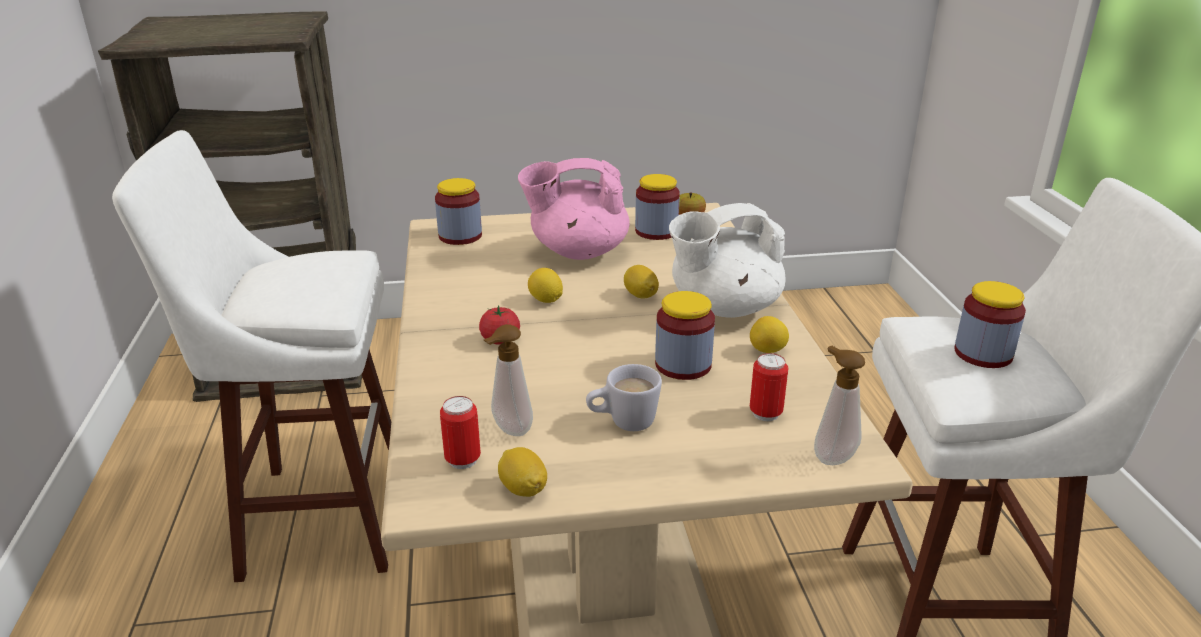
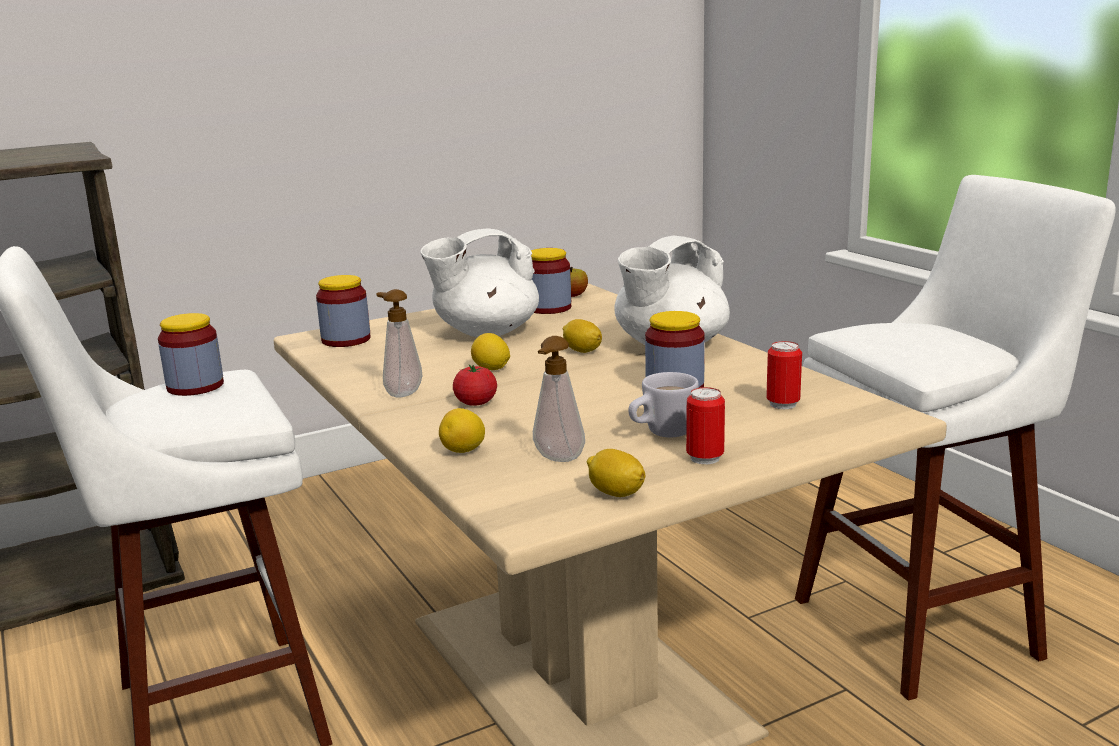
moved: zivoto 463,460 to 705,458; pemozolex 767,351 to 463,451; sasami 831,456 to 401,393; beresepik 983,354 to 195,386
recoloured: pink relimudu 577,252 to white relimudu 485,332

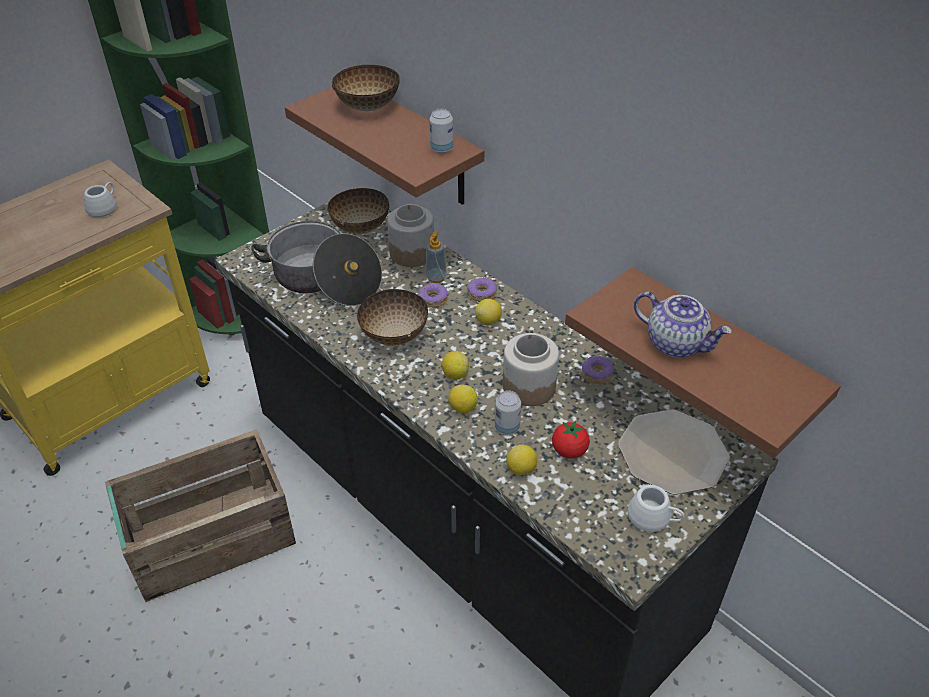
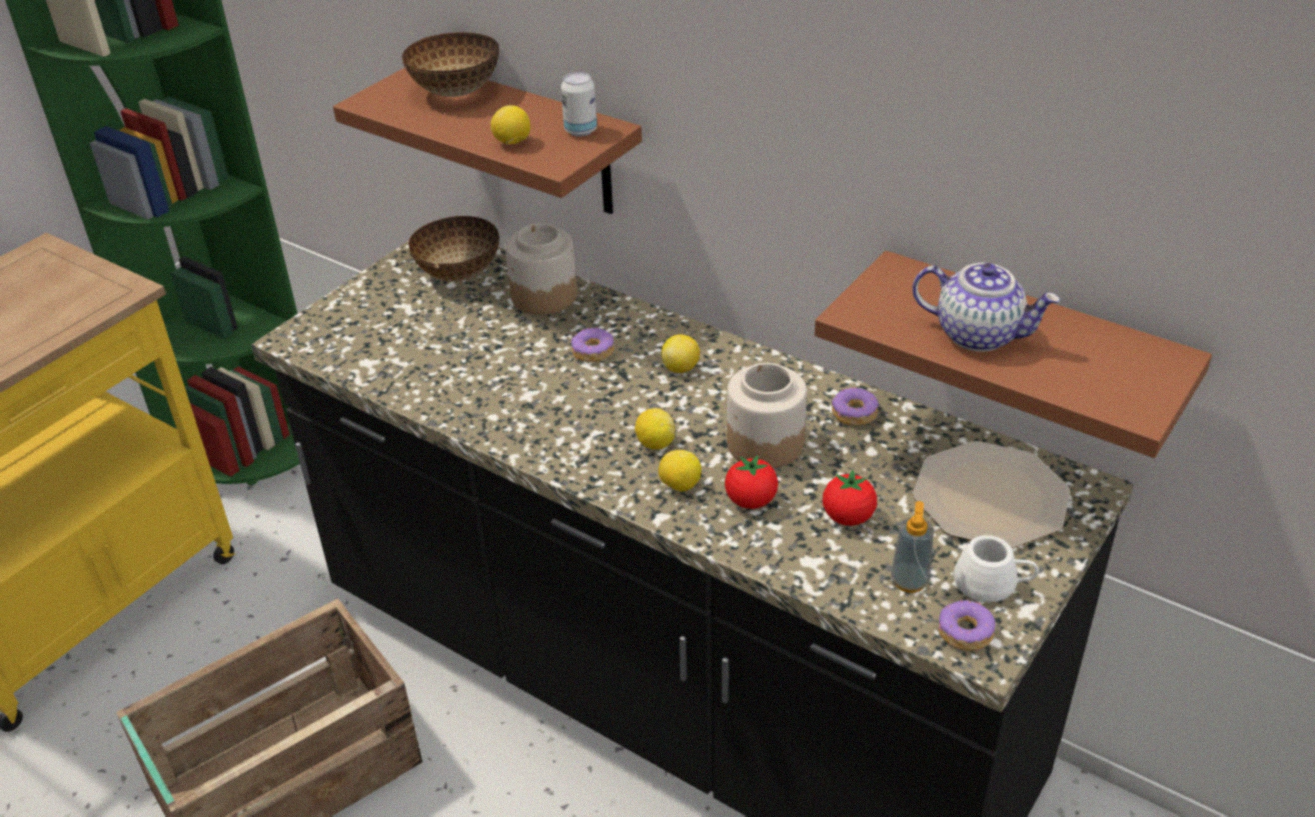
removed: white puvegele 104,207; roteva 324,280; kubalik 393,335
moved: sasami 436,277 to 909,581; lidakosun 481,294 to 964,633; pemozolex 521,470 to 512,143
replaced: zivoto 507,427 to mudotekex 751,501

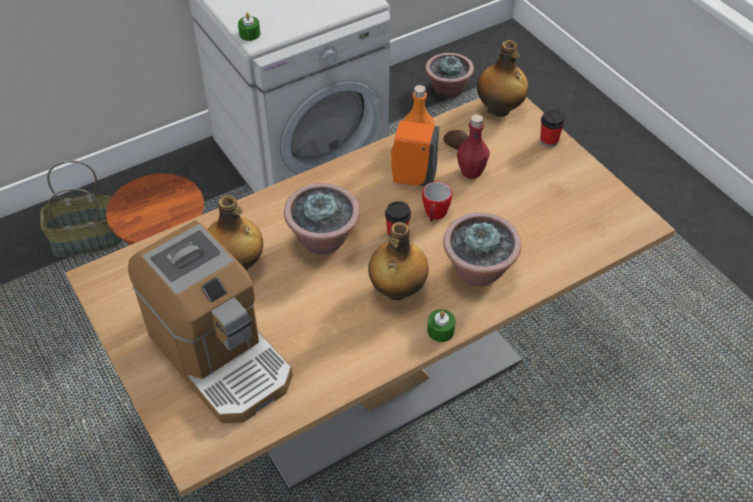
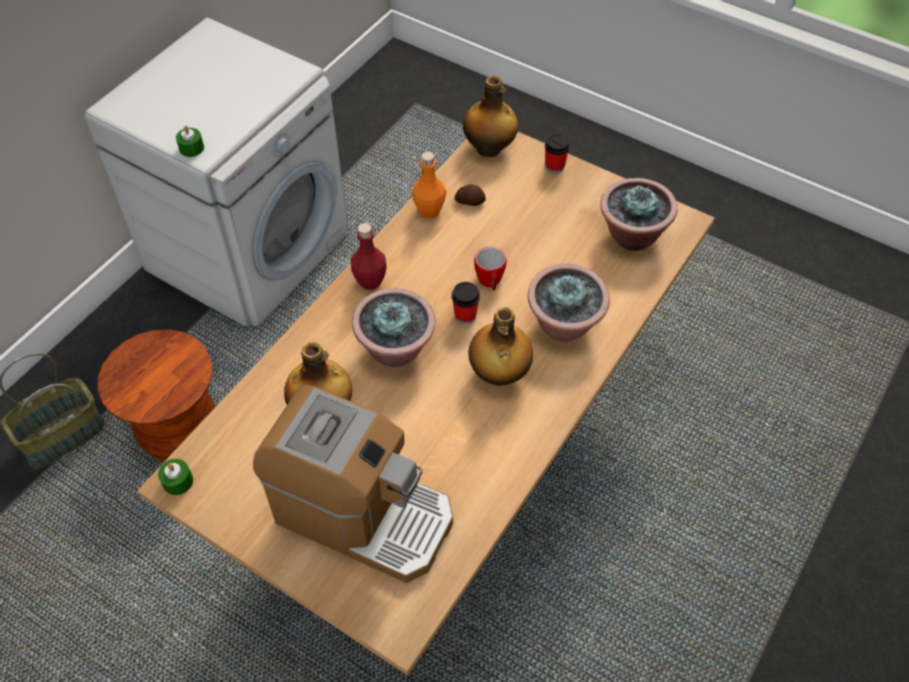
removed: orange sasami 412,178
moved: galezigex 447,90 to 632,236; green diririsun 440,331 to 178,481; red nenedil 471,172 to 370,281

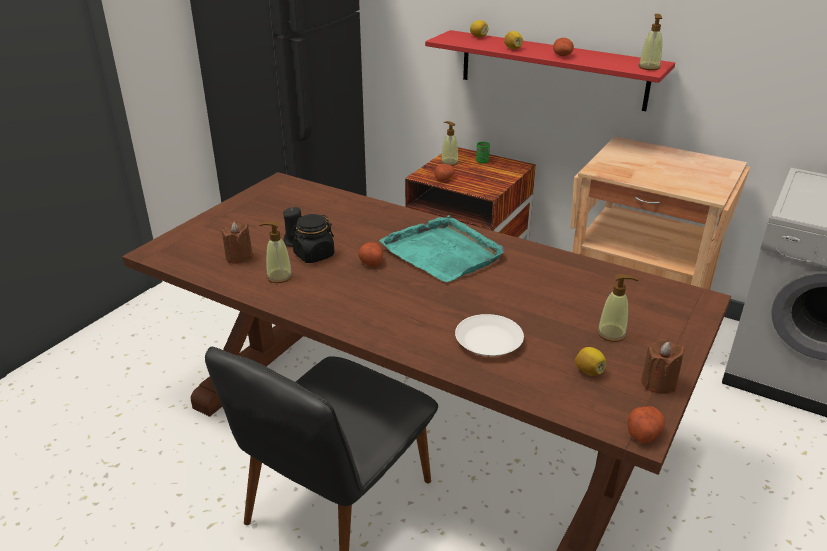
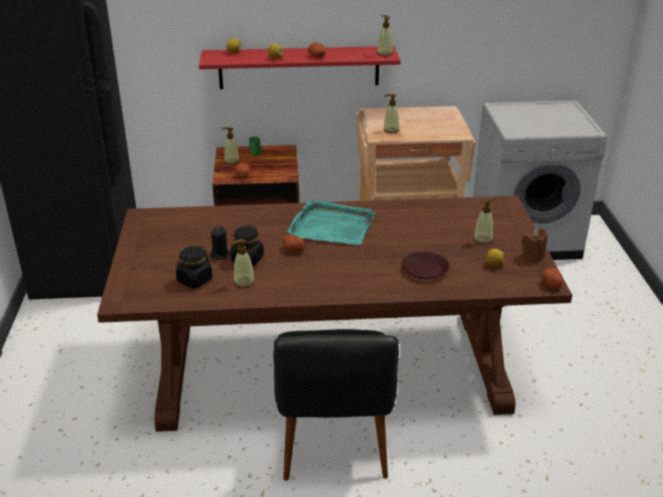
added: sasami 391,130
replaced: brown diririsun 239,257 to black beresepik 194,280
recoloured: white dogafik 489,341 to brown dogafik 425,269

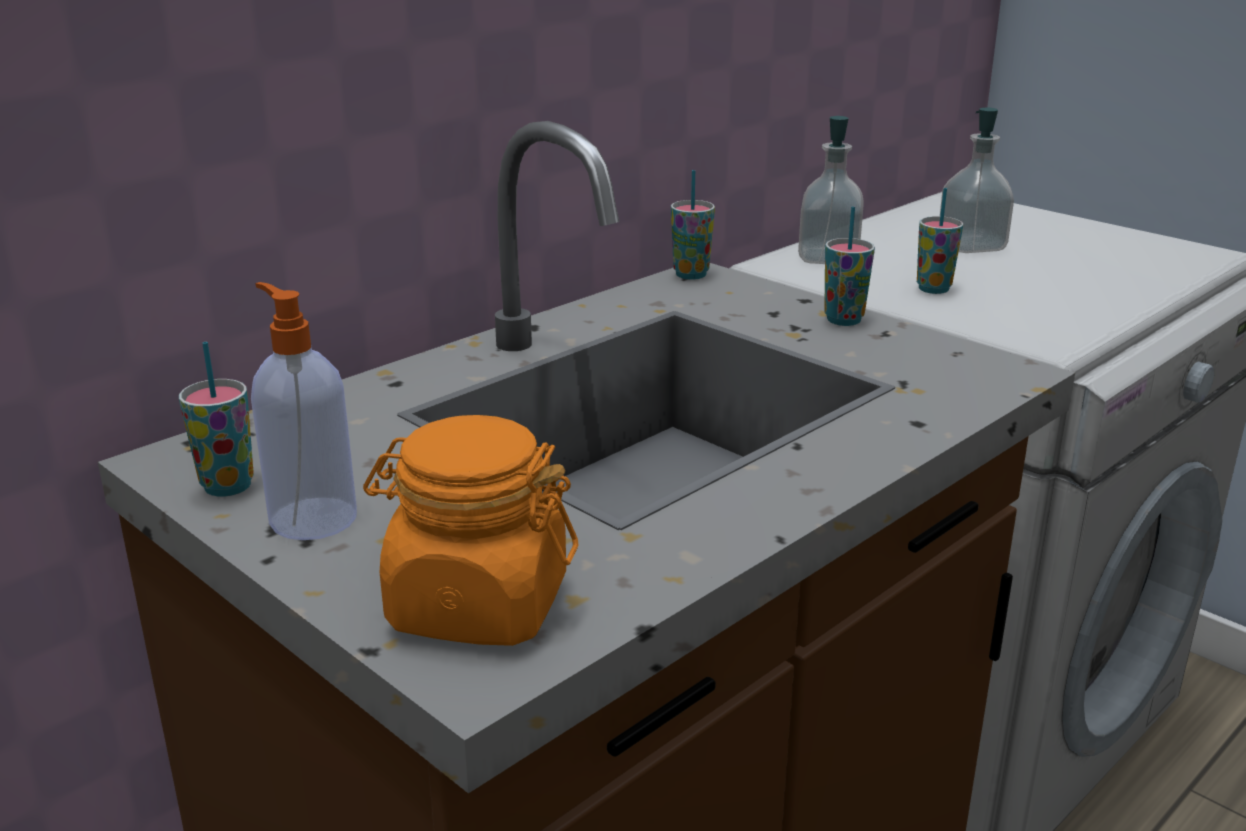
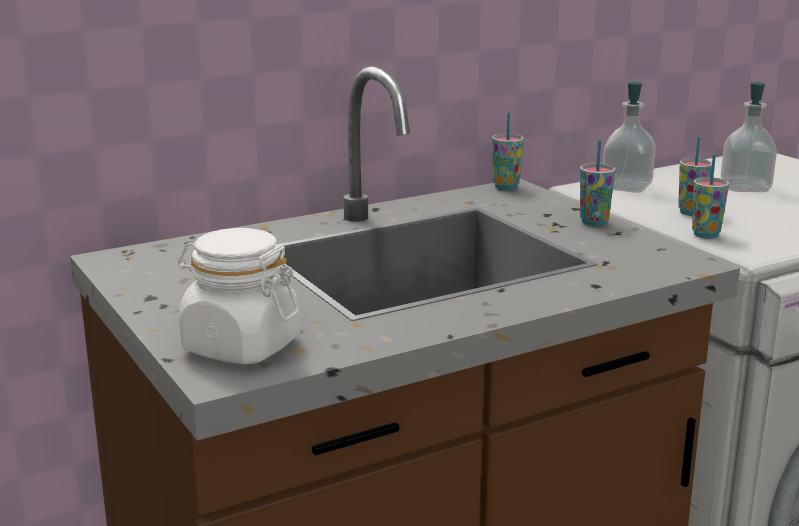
removed: sasami 311,518
moved: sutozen 227,486 to 705,235
recoloured: orange beresepik 477,606 to white beresepik 240,346

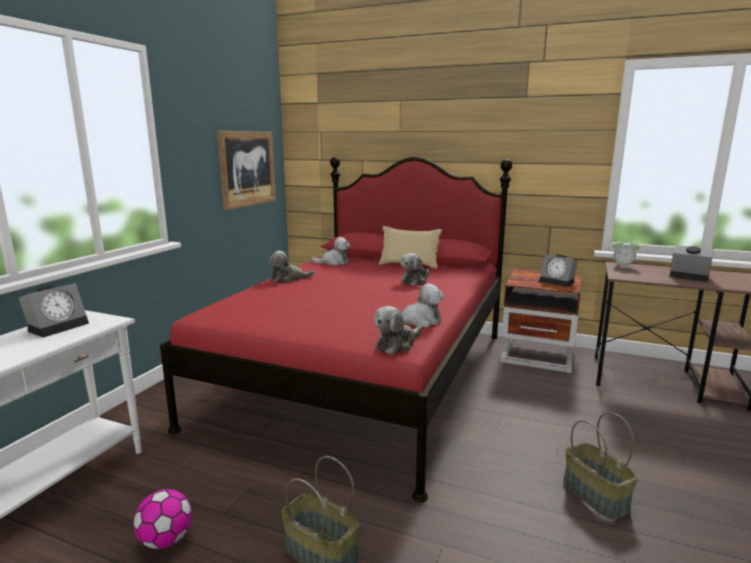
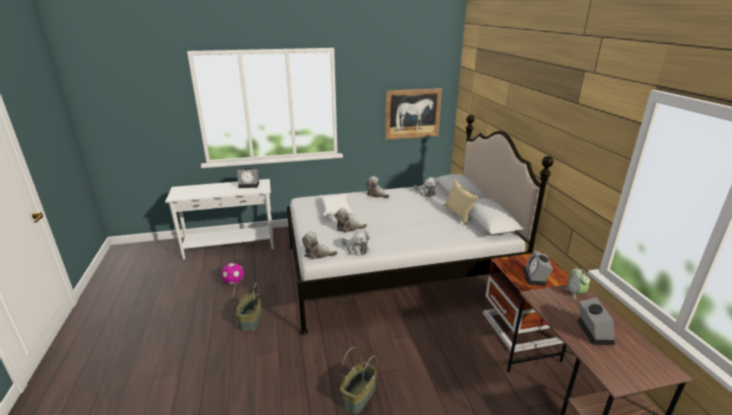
added: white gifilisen 335,208
moved: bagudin 415,281 to 348,228
recoloured: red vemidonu 366,375 to white vemidonu 396,271

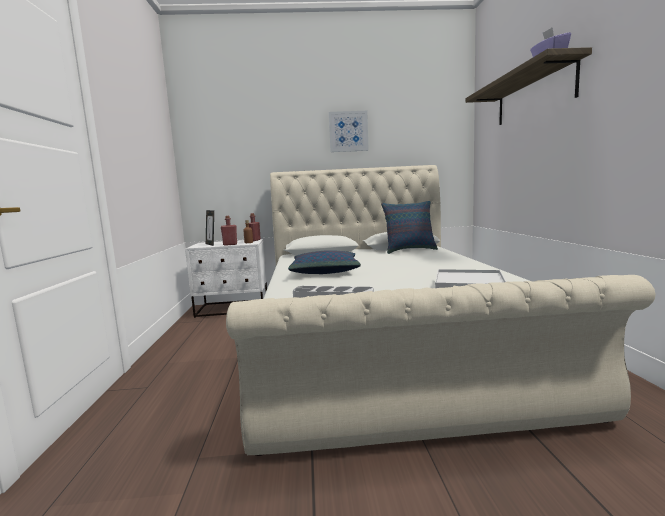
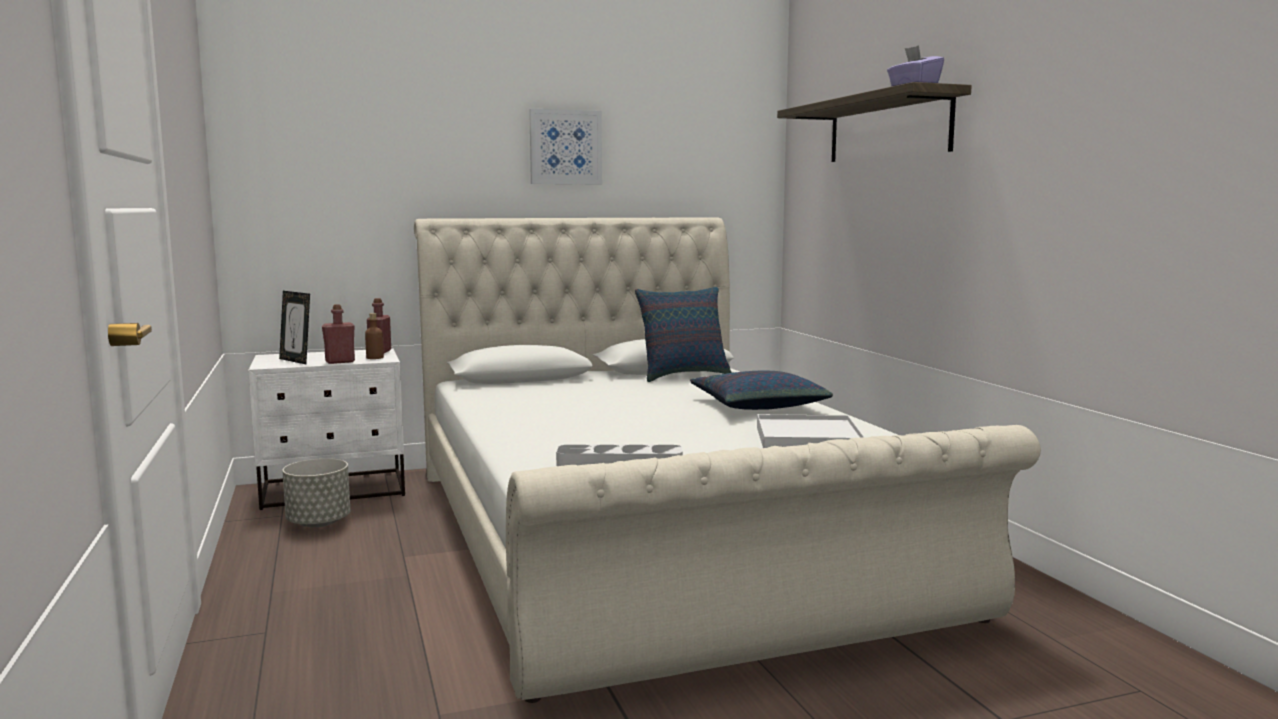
added: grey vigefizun 319,523
moved: blue gifilisen 325,271 to 758,405

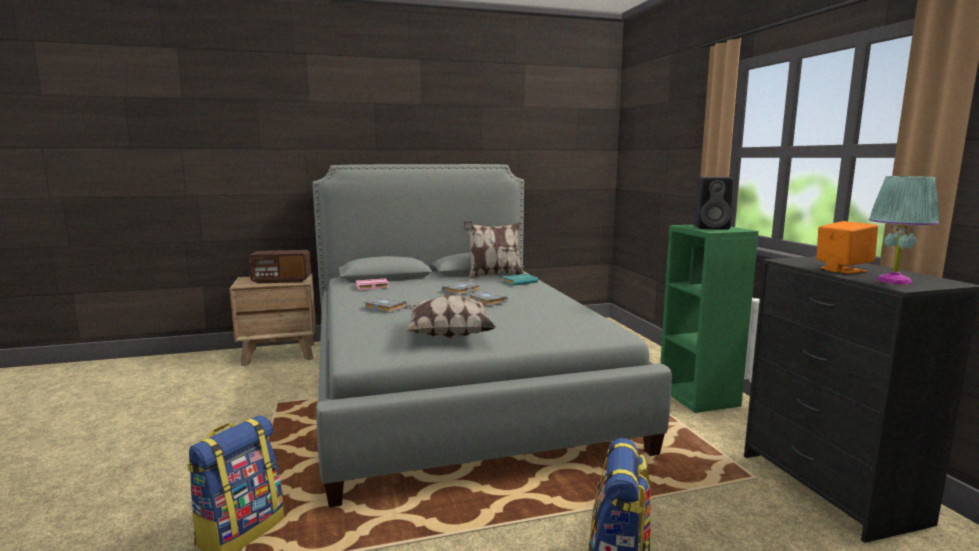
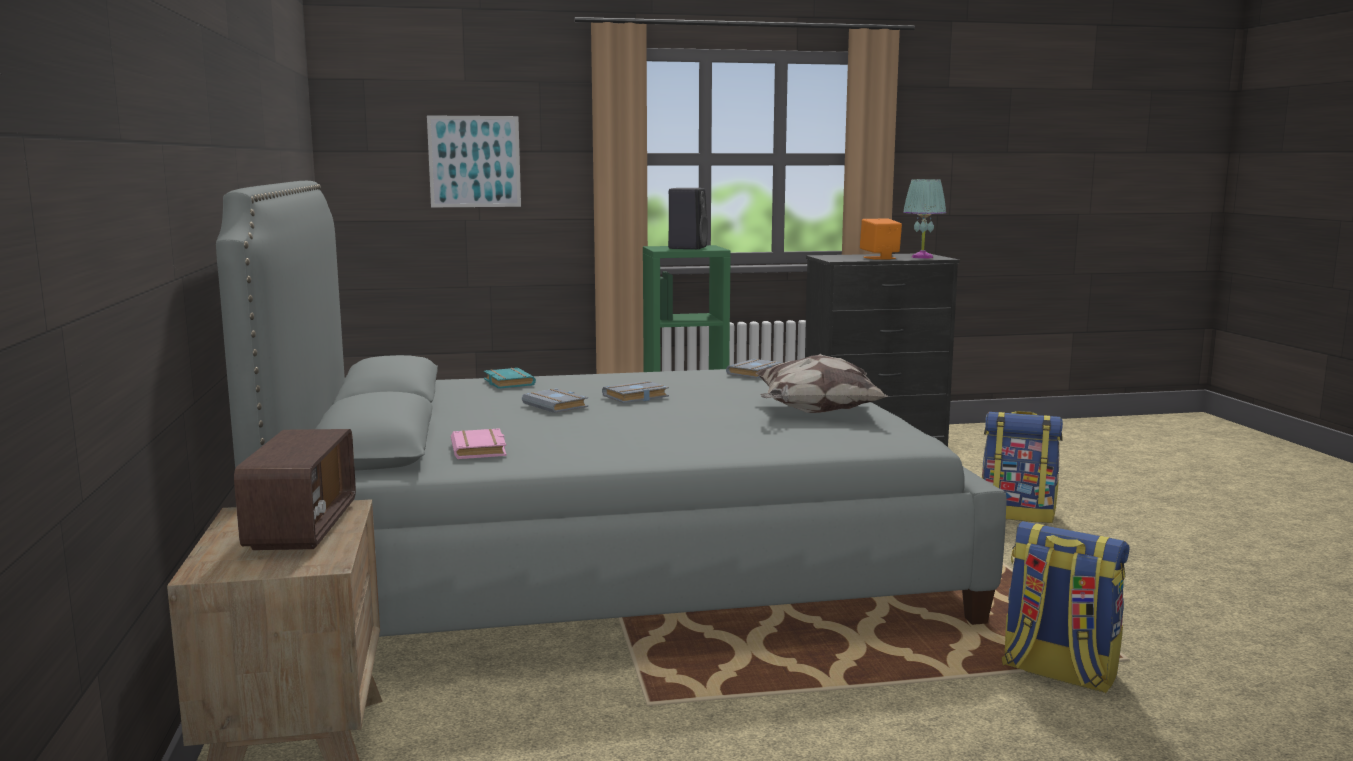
removed: gifilisen 494,276
added: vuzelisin 474,161
moved: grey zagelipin 383,308 to 755,373

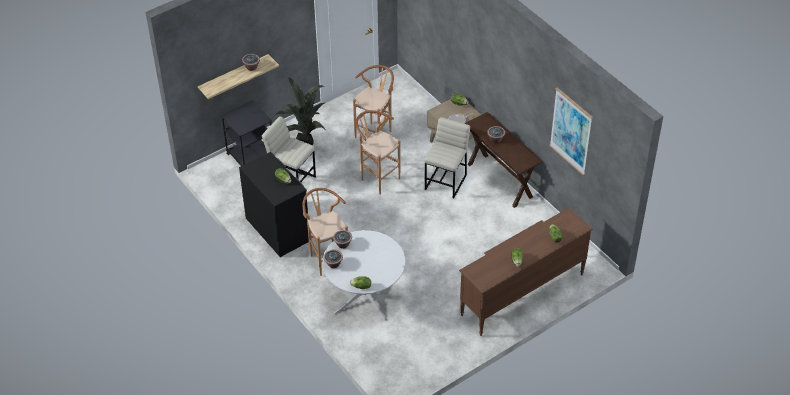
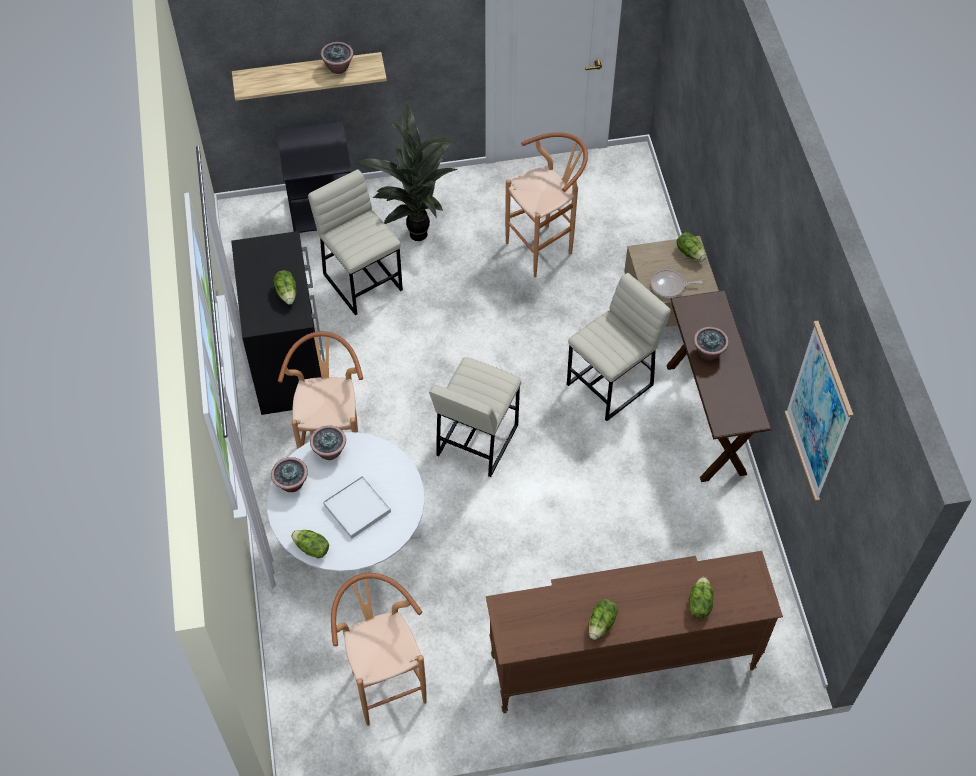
added: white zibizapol 357,508; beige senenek 476,442
moved: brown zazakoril 377,178 to 384,681

